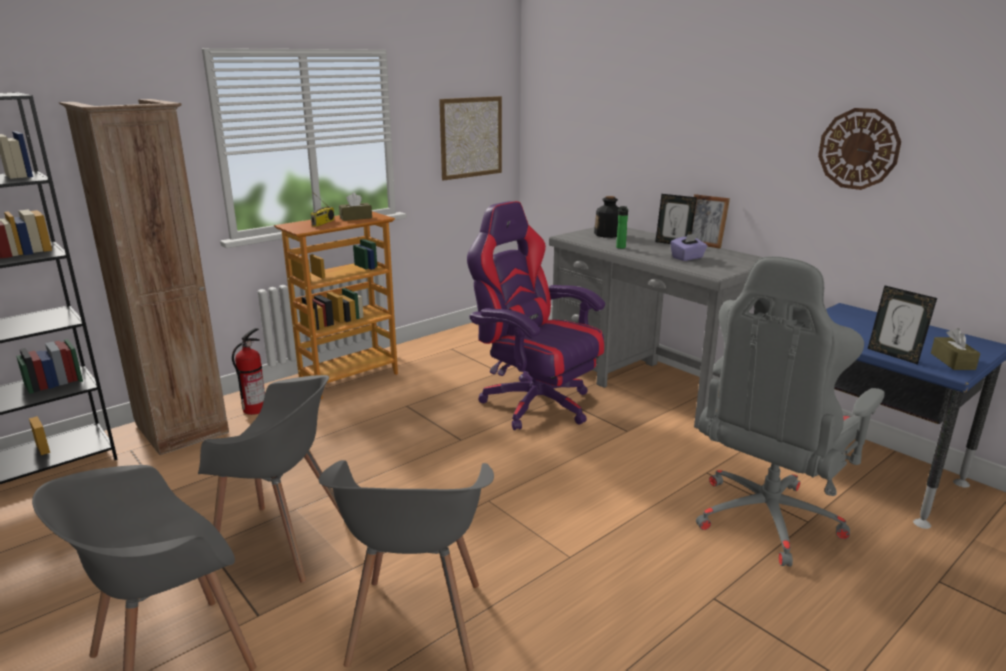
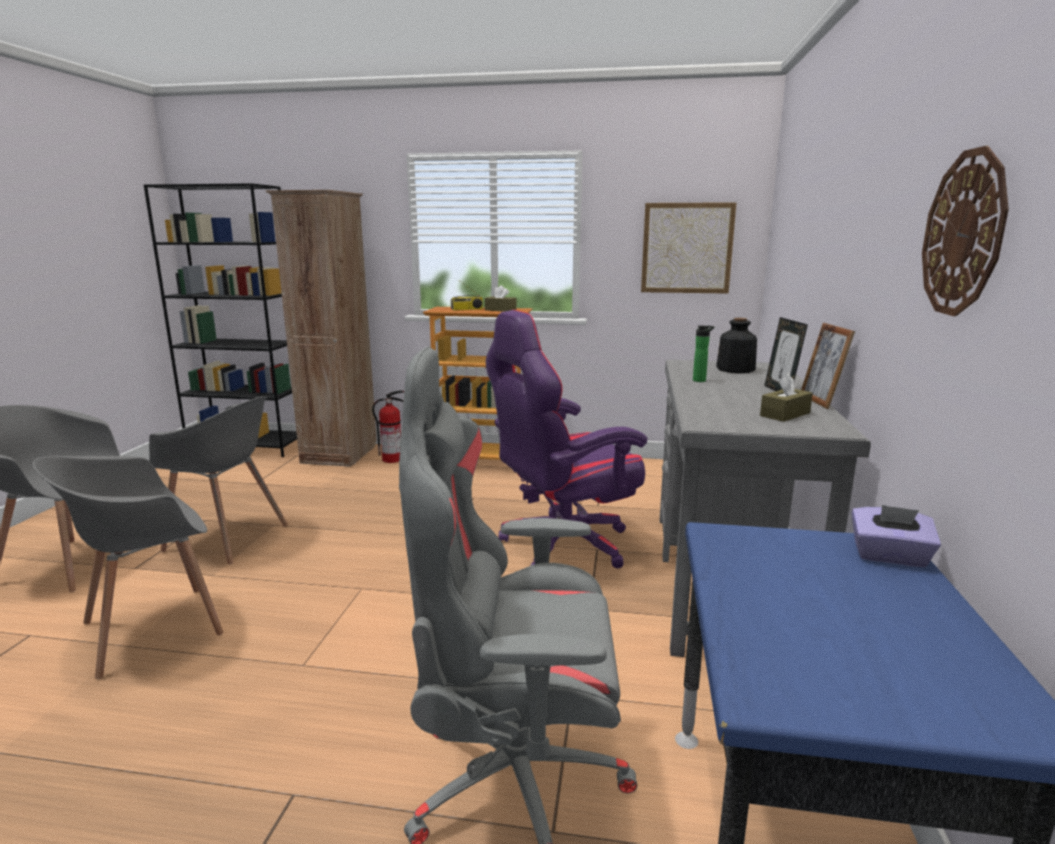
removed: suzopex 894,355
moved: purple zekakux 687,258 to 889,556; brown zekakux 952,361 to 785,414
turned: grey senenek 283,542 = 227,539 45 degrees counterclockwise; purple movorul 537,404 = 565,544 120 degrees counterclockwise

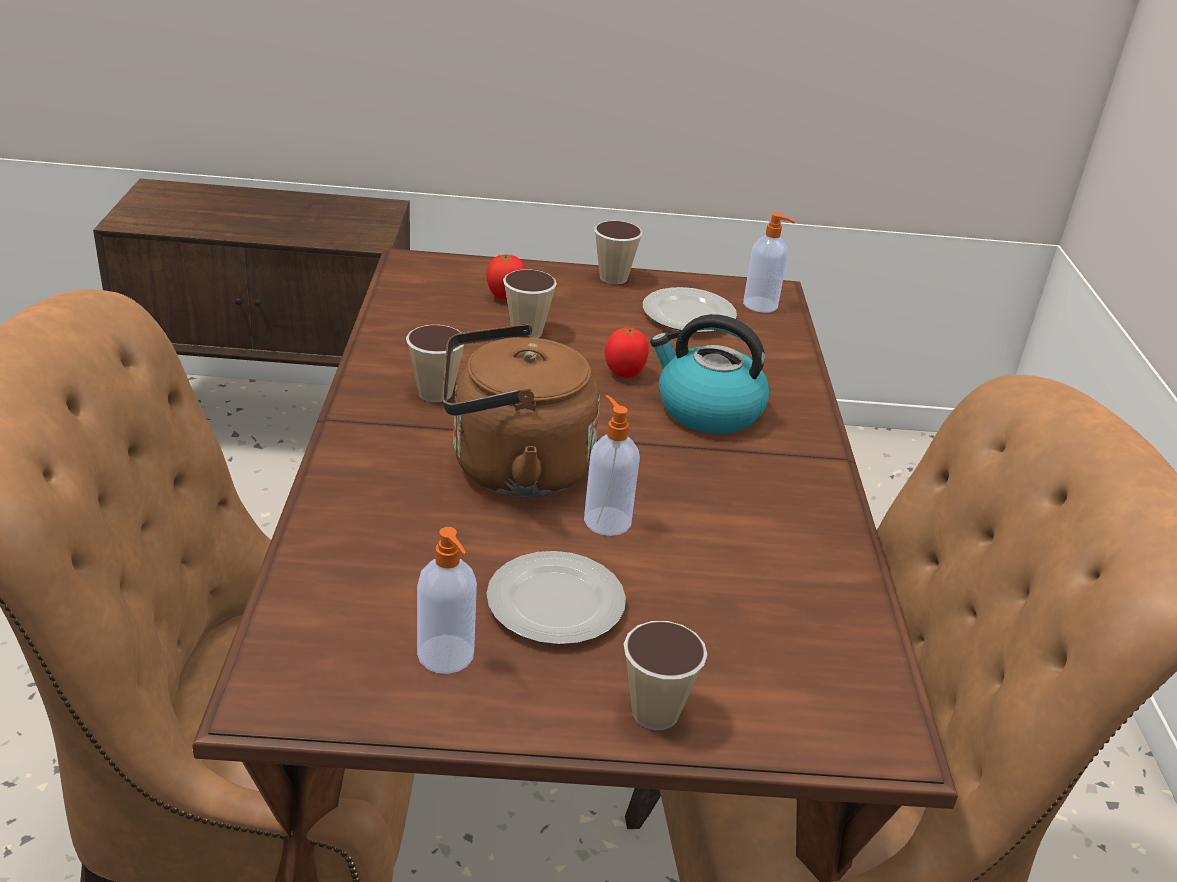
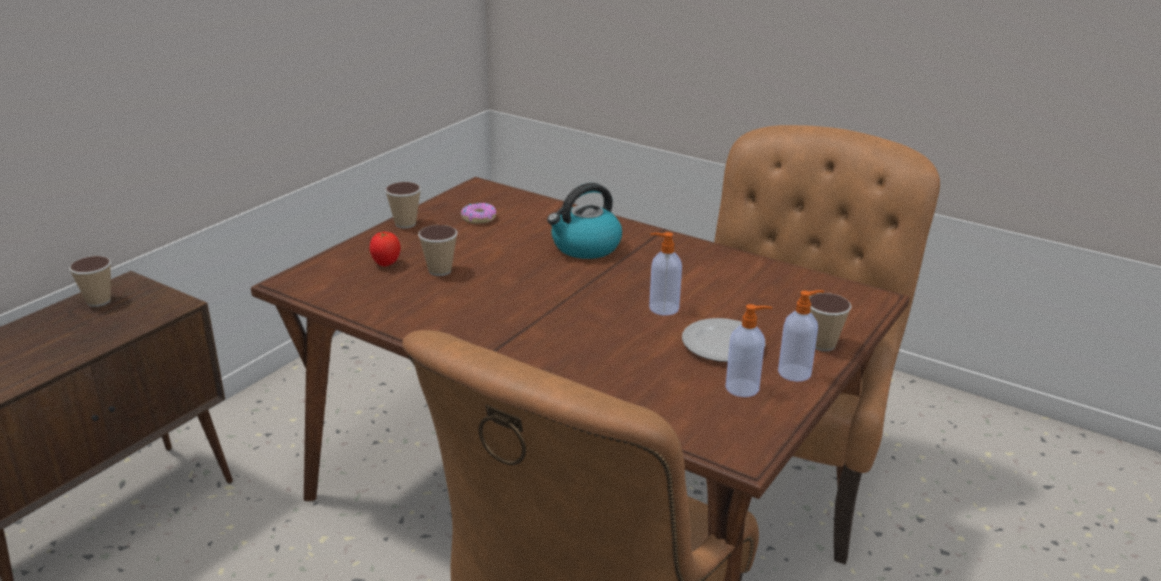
removed: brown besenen 512,469; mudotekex 624,374
moved: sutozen 435,393 to 98,301; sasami 761,305 to 795,372
replaced: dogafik 688,316 to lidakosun 479,218

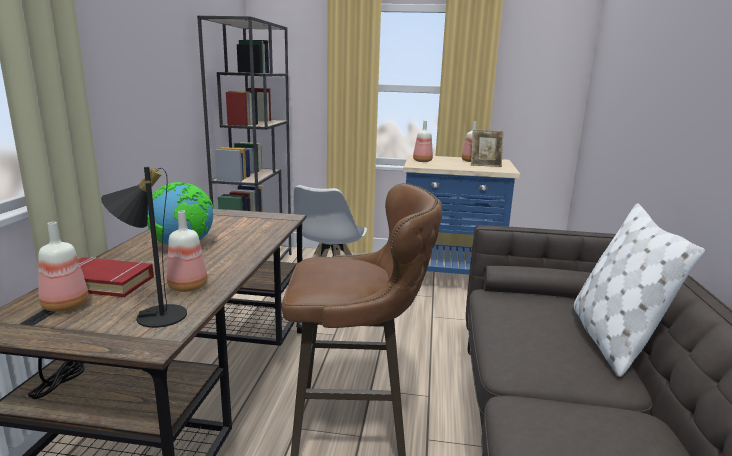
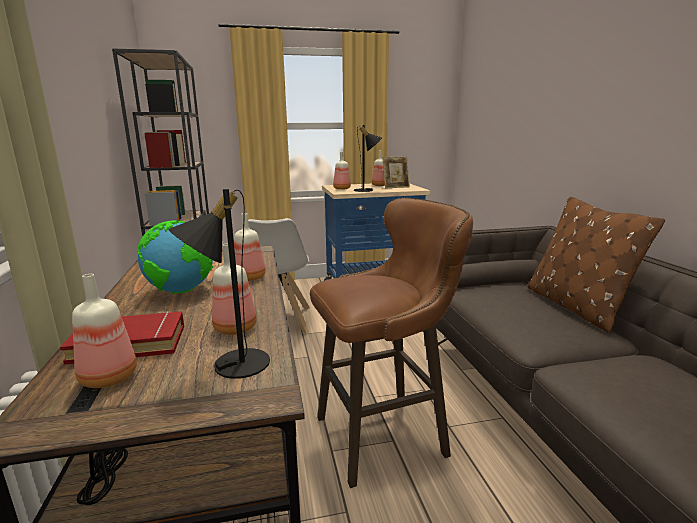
added: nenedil 251,277; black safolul 367,190
recoloured: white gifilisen 612,339 to brown gifilisen 575,306

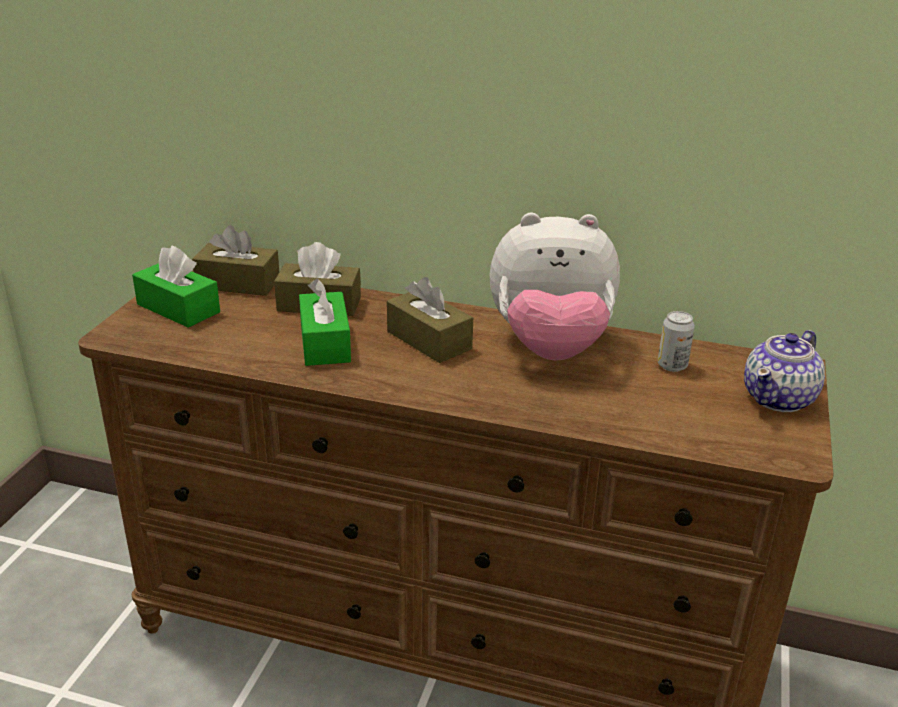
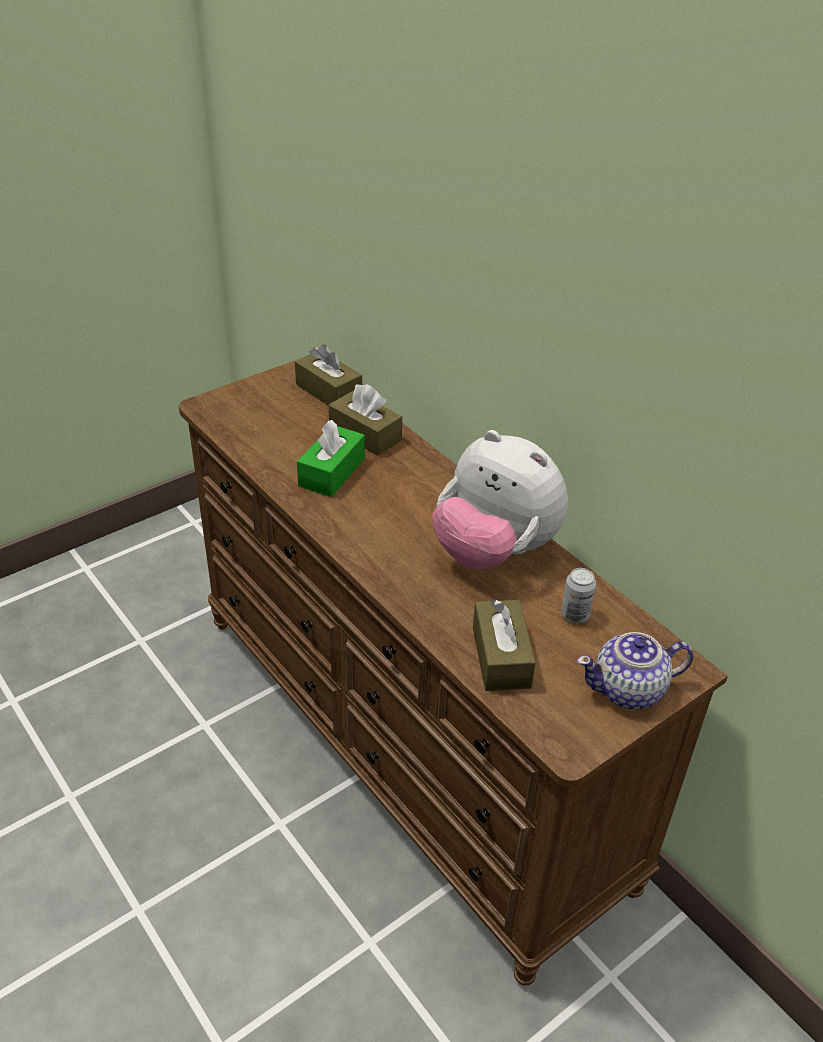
removed: green zekakux 178,308
moved: brown zekakux 429,340 to 501,657

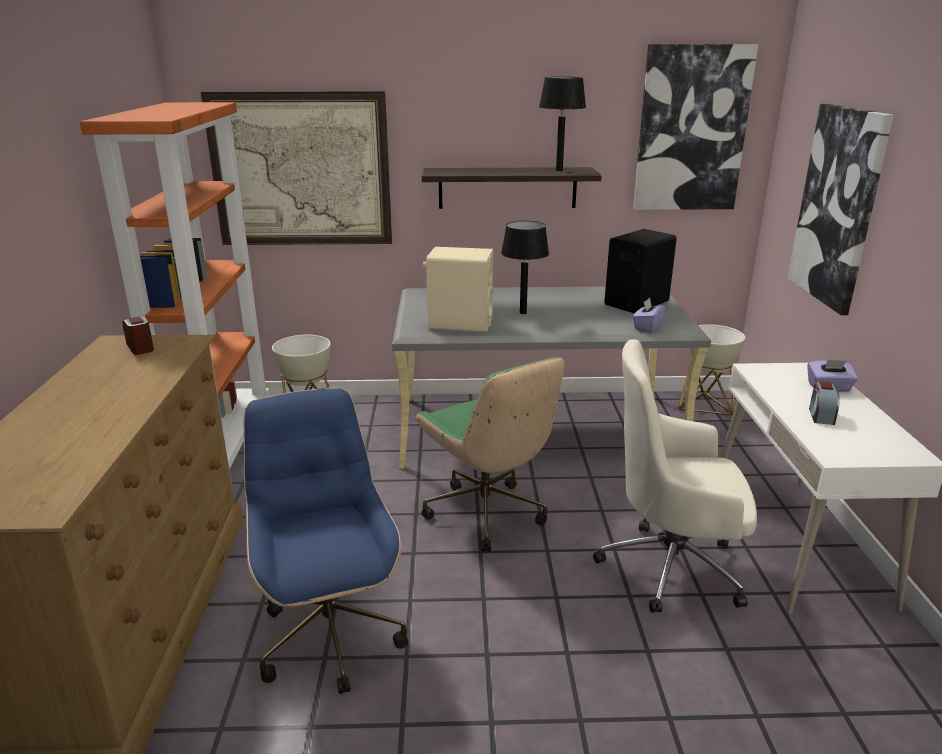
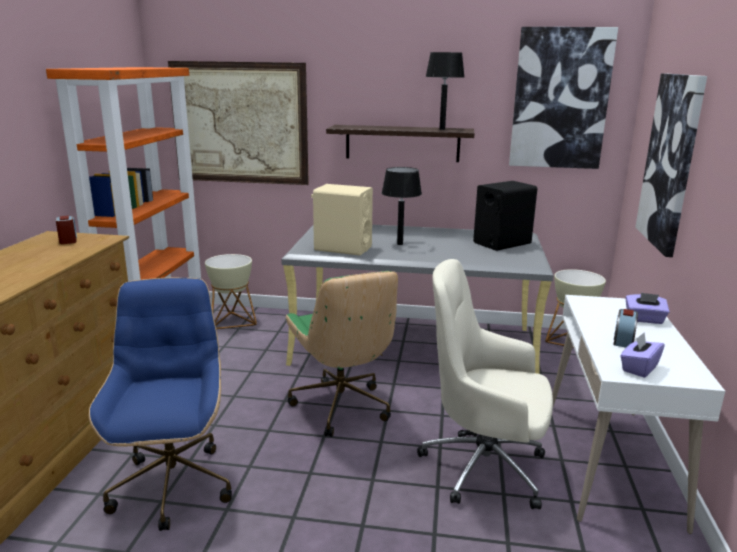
moved: purple zekakux 647,326 to 639,368

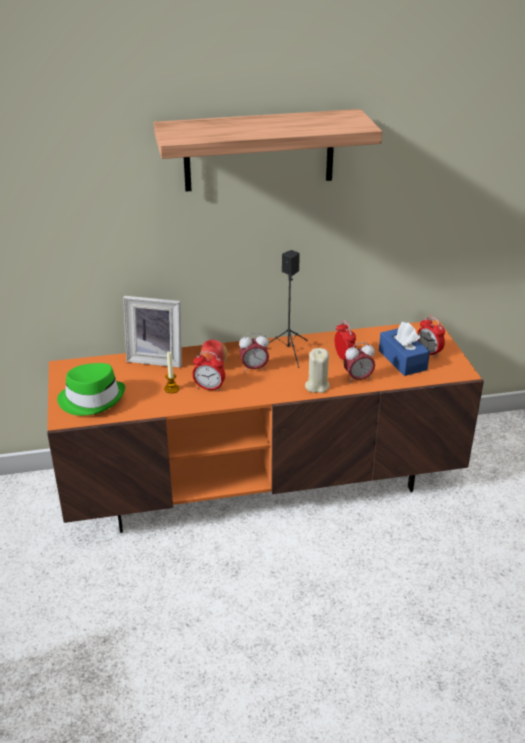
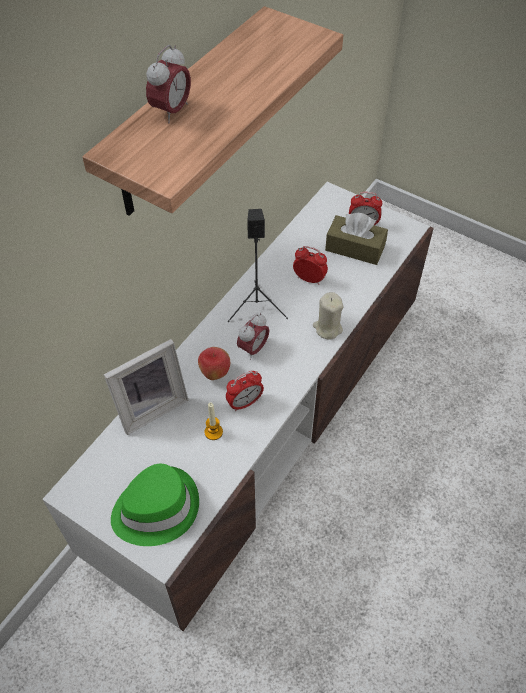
moved: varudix 358,379 to 171,111
recoloured: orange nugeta 262,482 to white nugeta 262,430; blue zekakux 402,360 to brown zekakux 355,248

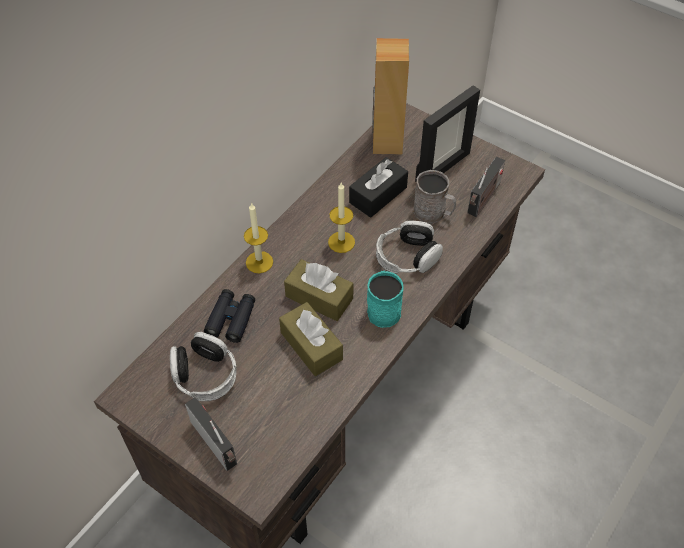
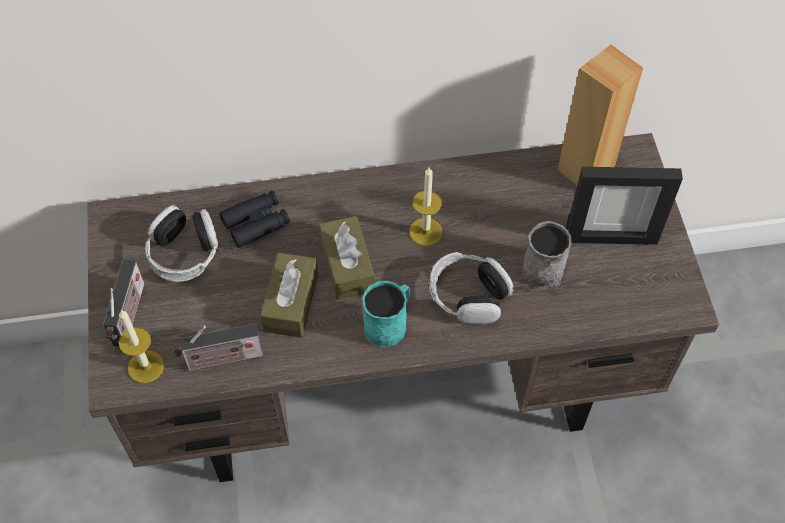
removed: black zekakux 378,195
moved: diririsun 259,262 to 146,366; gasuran 483,200 to 221,359

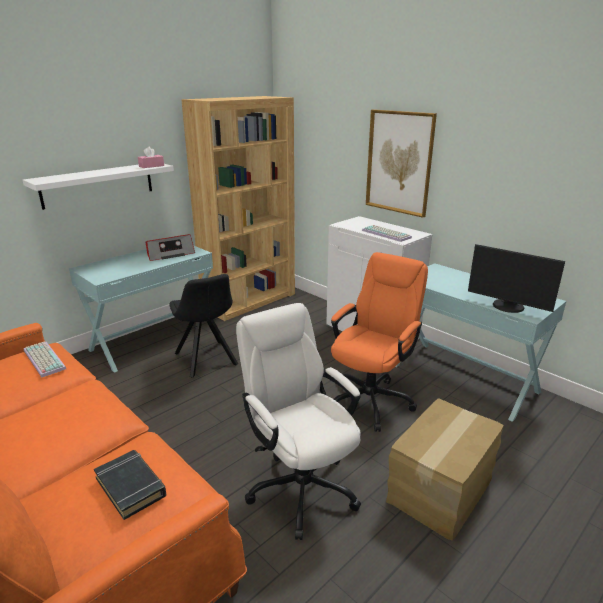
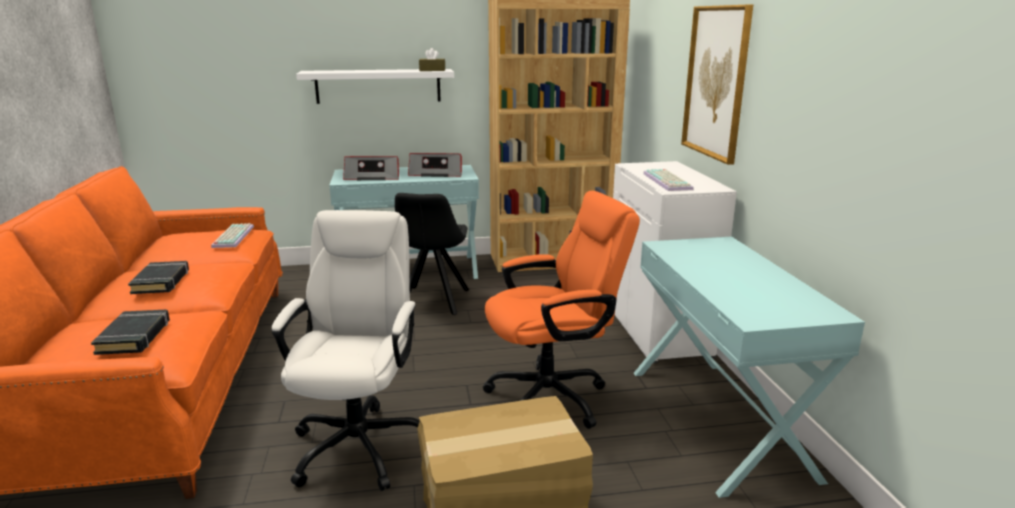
removed: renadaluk 507,307
added: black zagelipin 161,282; gasuran 373,177
recoloured: pink zekakux 151,166 to brown zekakux 432,70

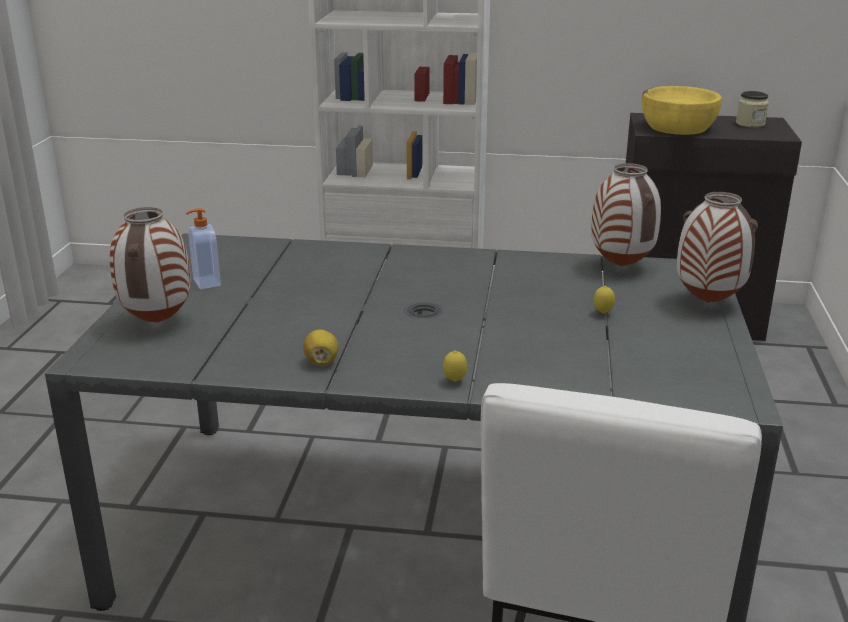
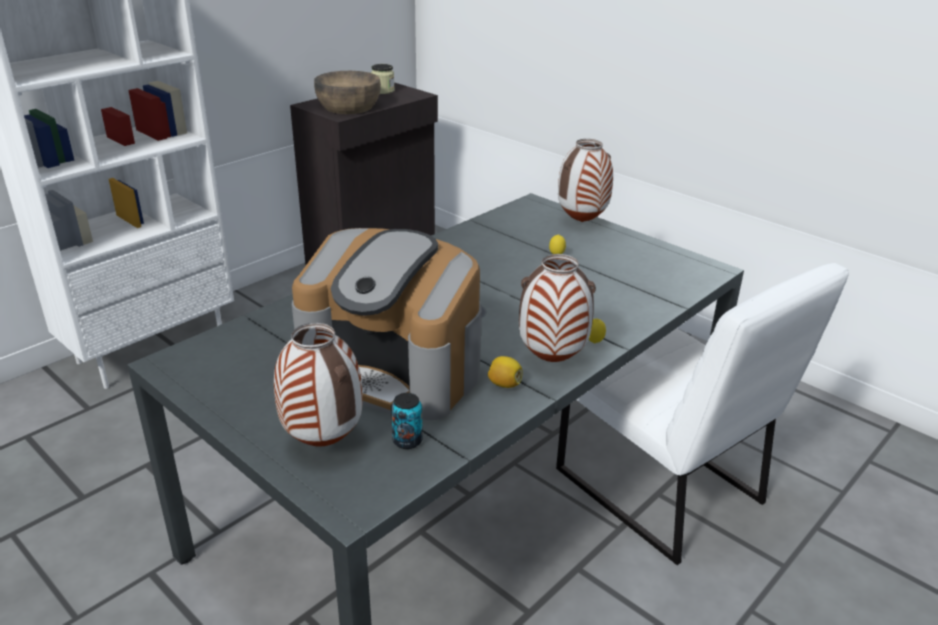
removed: sasami 205,282
added: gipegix 394,369; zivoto 407,441
moved: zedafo 622,266 to 552,360
recoloured: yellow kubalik 677,127 to brown kubalik 348,107

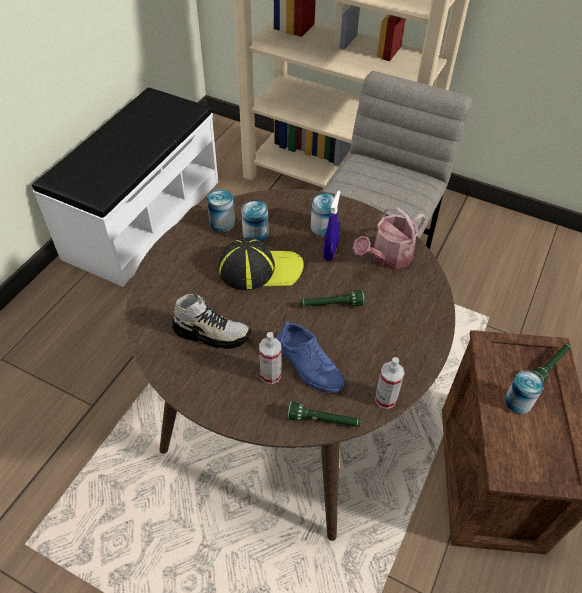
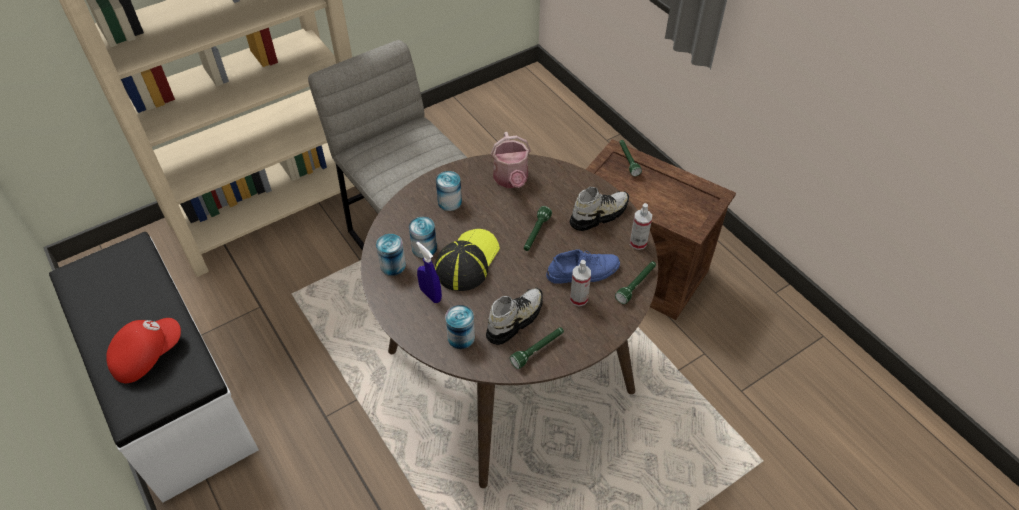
added: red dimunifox 147,355; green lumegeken 538,350; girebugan 598,215
moved: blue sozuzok 330,252 to 430,295; zivoto 518,401 to 461,337

